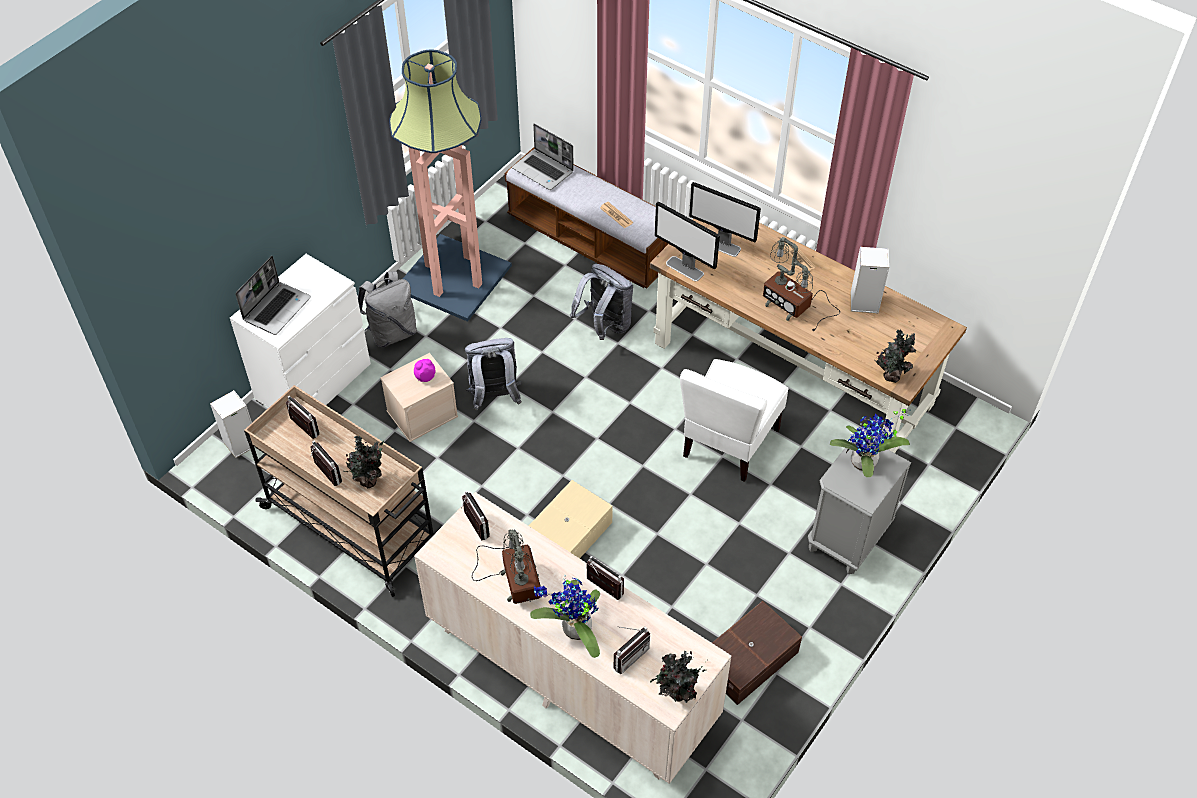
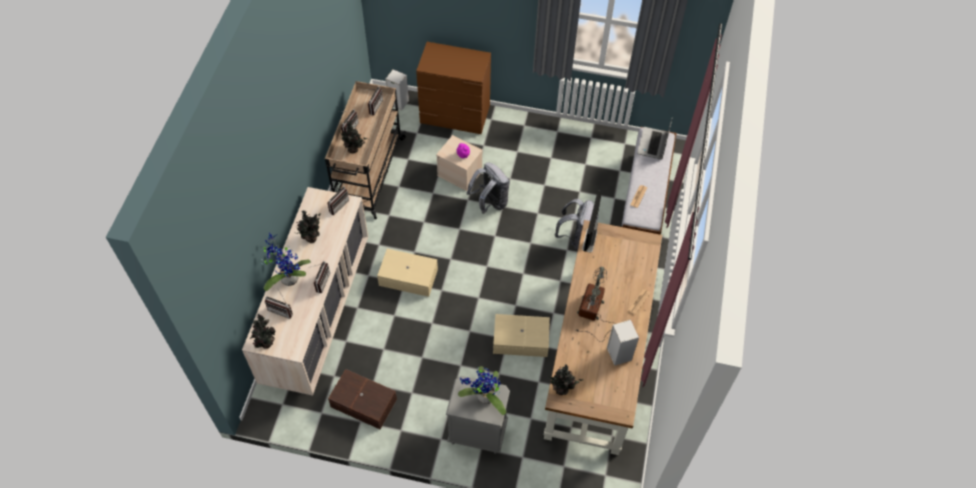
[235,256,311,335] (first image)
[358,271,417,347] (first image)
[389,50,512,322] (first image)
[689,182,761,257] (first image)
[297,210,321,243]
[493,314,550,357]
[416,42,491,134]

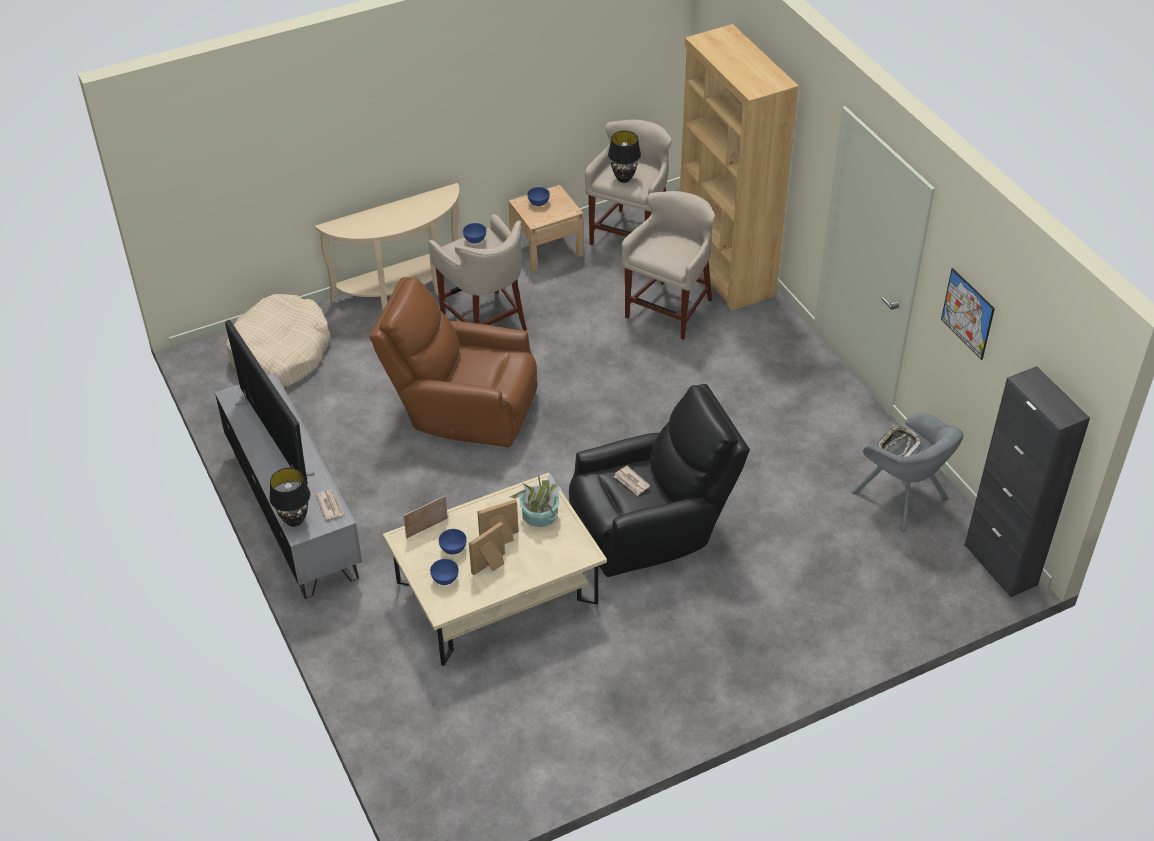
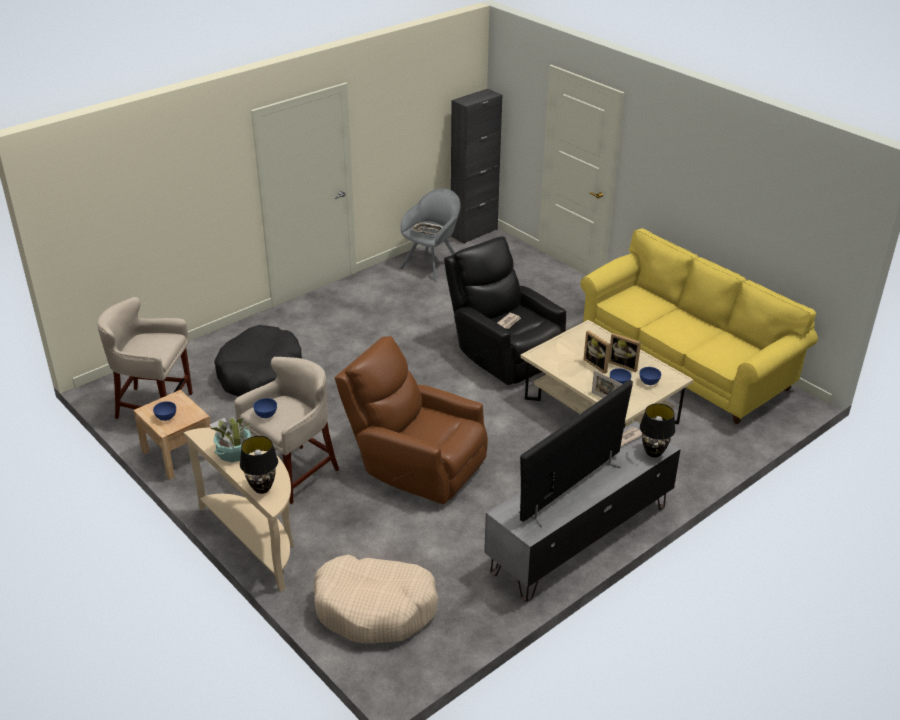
[680,24,799,311] (first image)
[941,268,995,360] (first image)
[580,228,818,424]
[210,417,251,462]
[240,436,278,494]
[214,325,303,397]
[335,336,488,504]

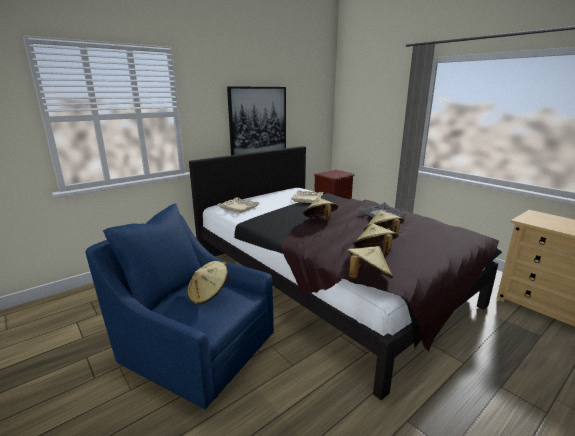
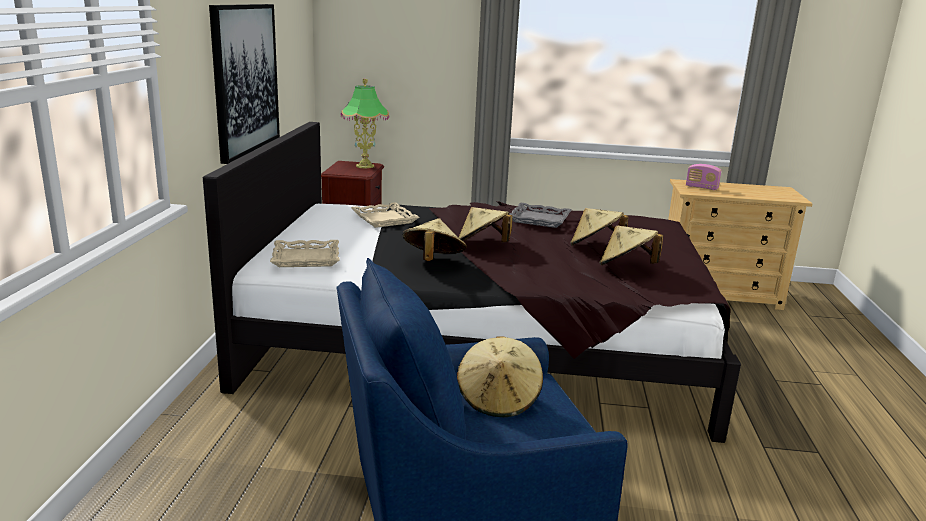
[341,79,389,169]
[686,164,722,190]
[402,218,467,261]

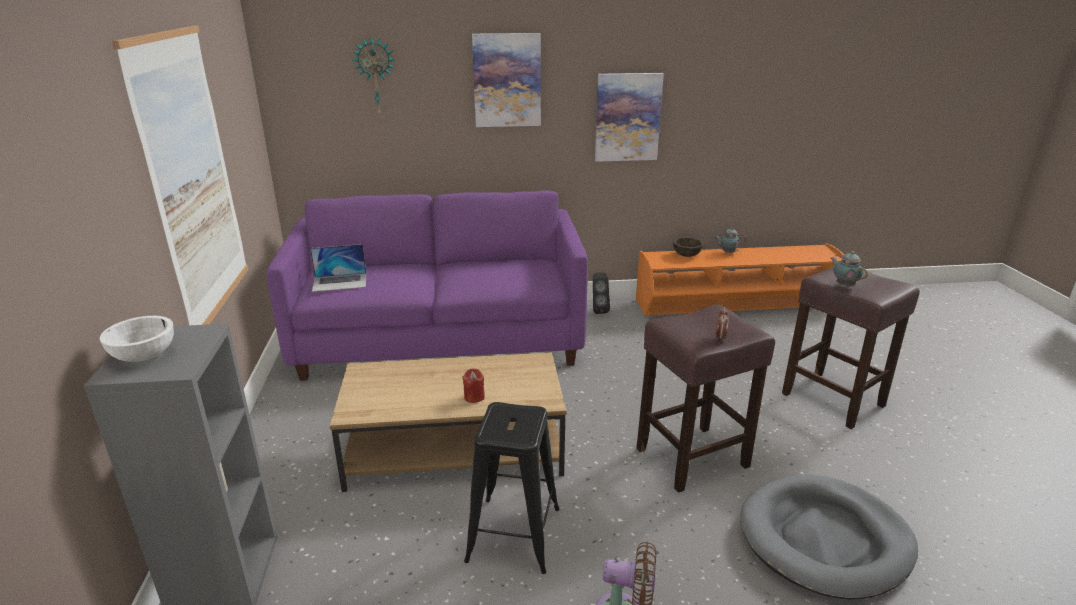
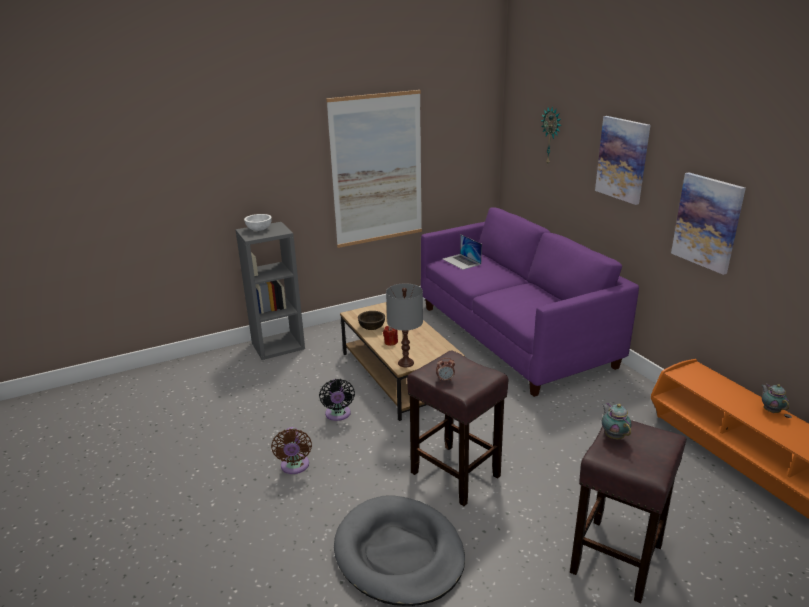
[593,272,610,314] (first image)
[386,283,423,367]
[358,311,385,330]
[319,379,355,421]
[602,403,631,439]

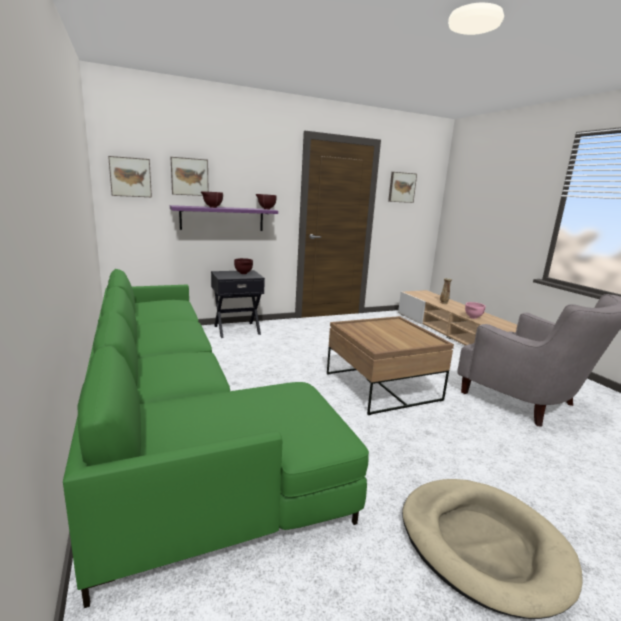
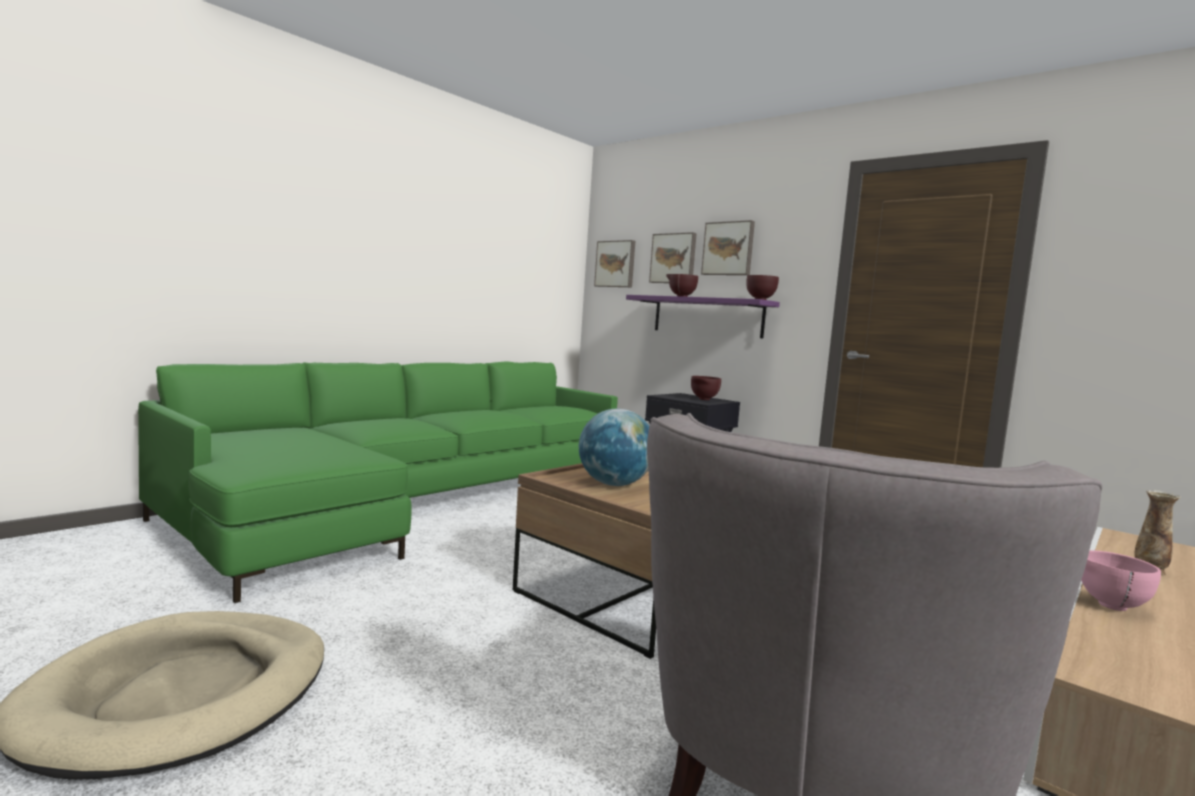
[579,409,649,486]
[701,220,755,275]

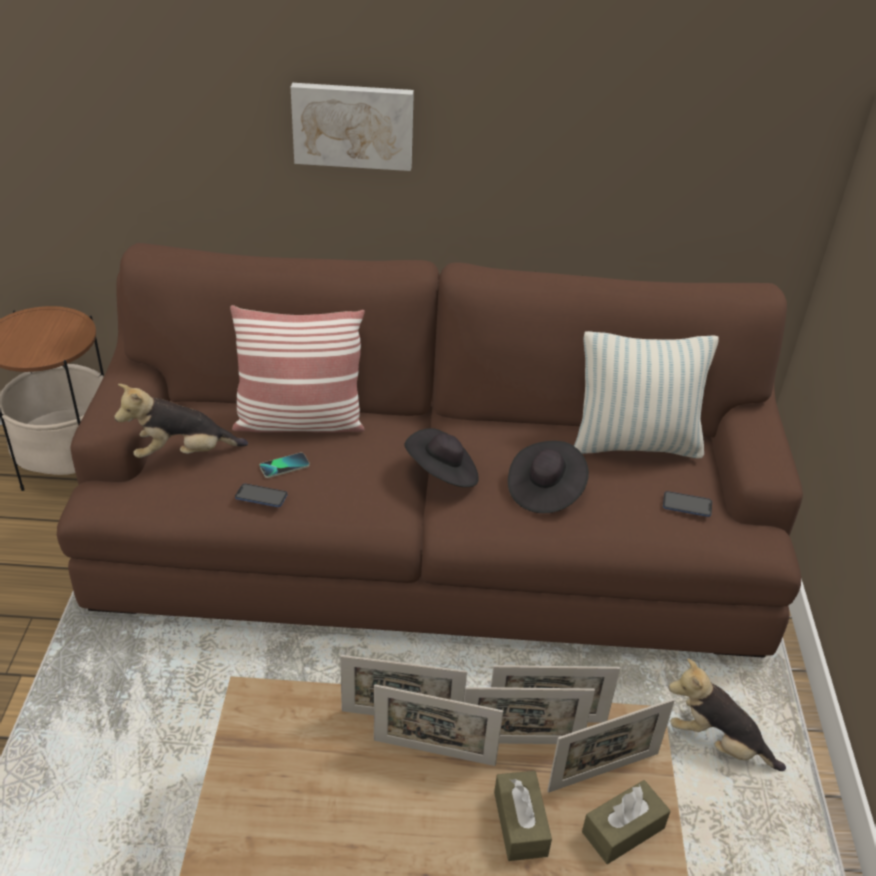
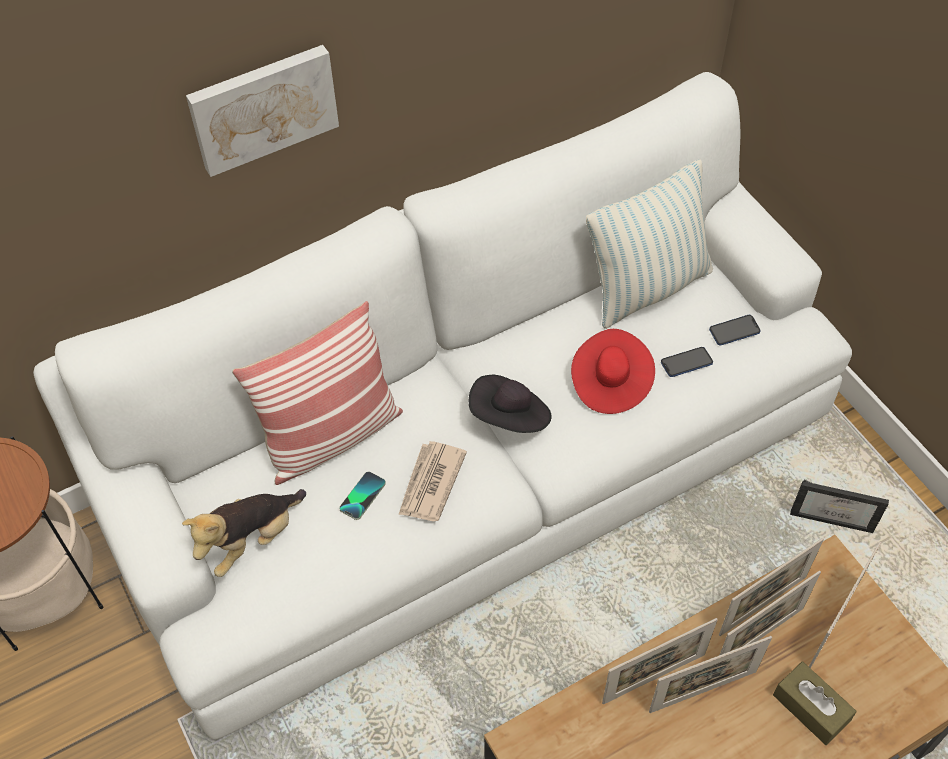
[582,780,671,864] (first image)
[398,441,467,521]
[661,347,713,377]
[790,480,889,533]
[33,72,852,740]
[571,329,655,414]

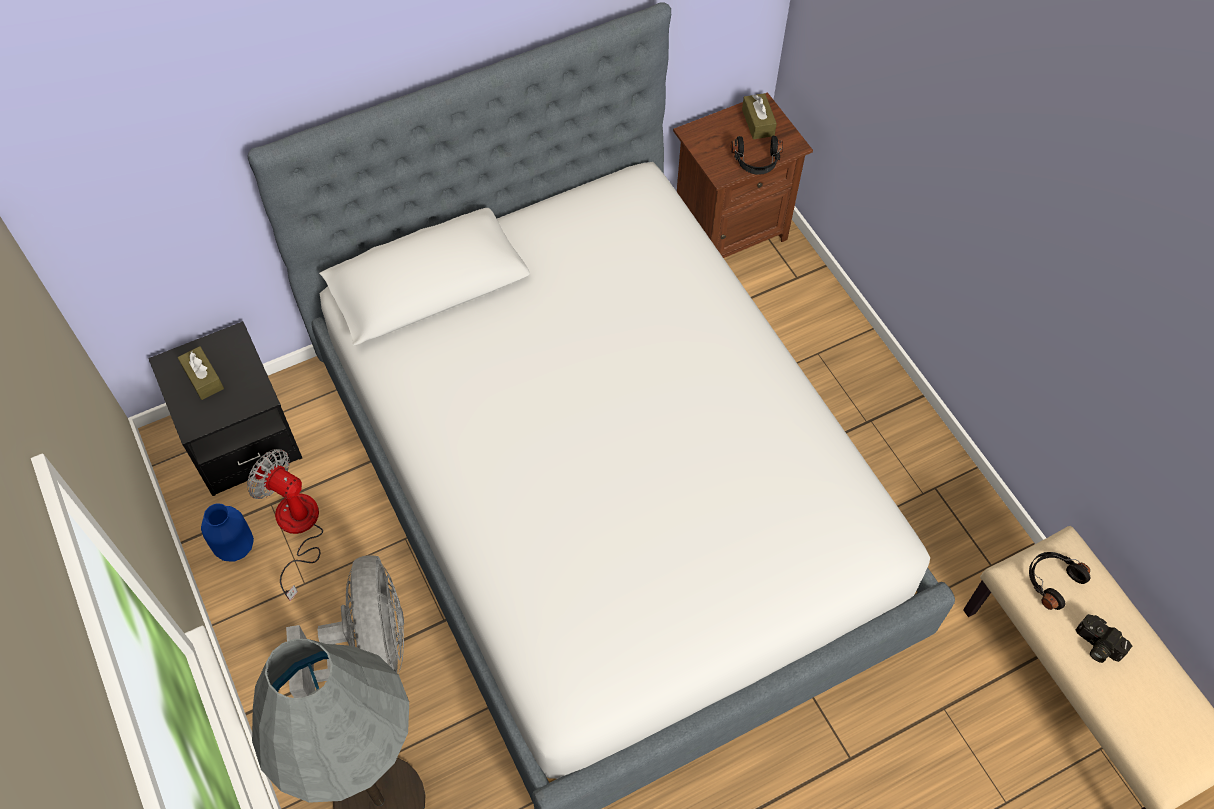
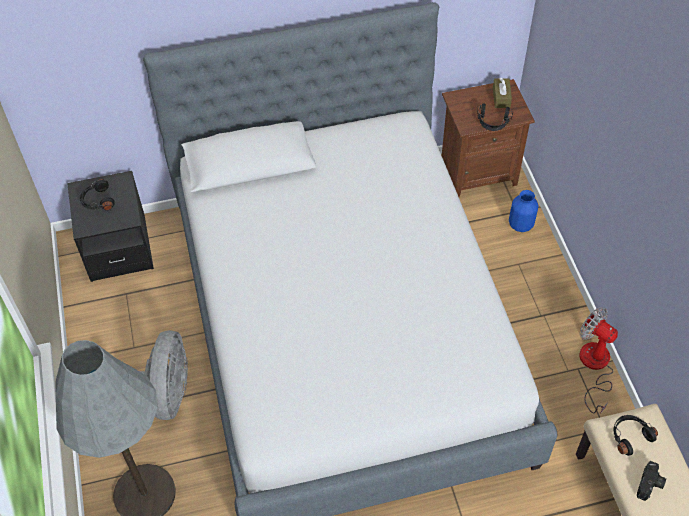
[509,190,539,232]
[579,307,618,413]
[80,179,114,210]
[637,461,666,501]

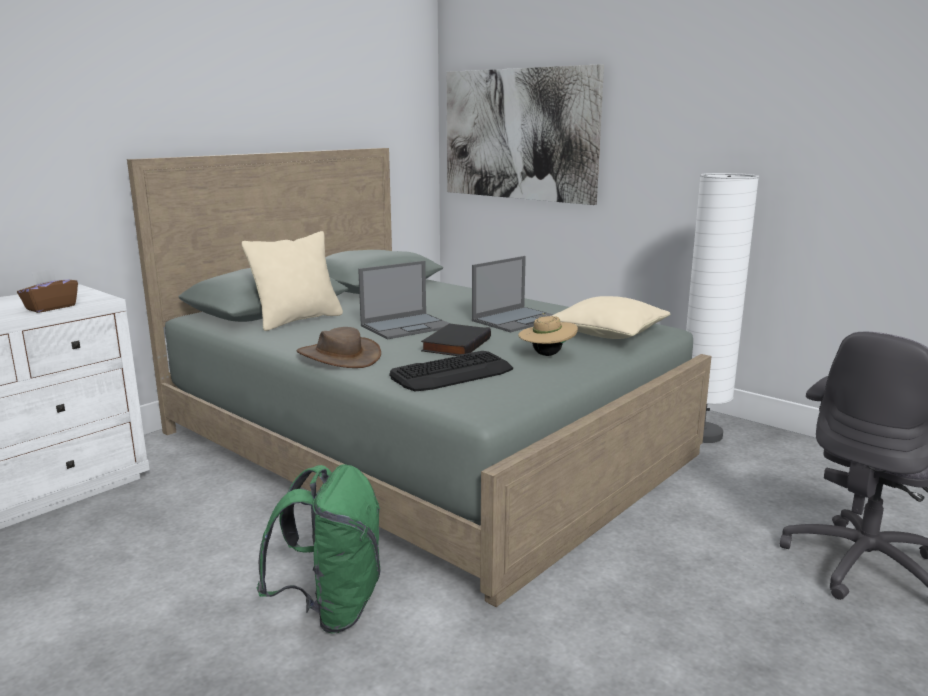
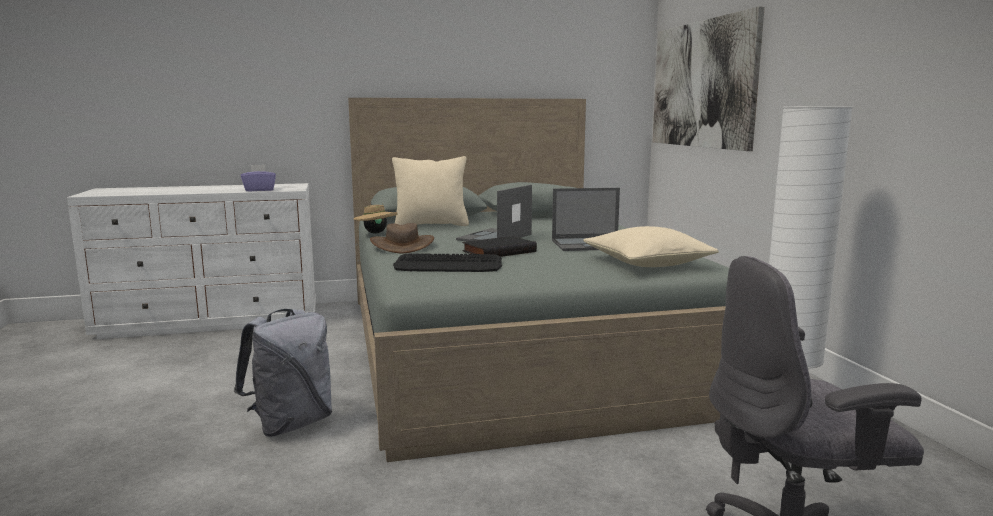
[354,203,397,233]
[241,165,276,191]
[234,309,332,437]
[456,185,532,241]

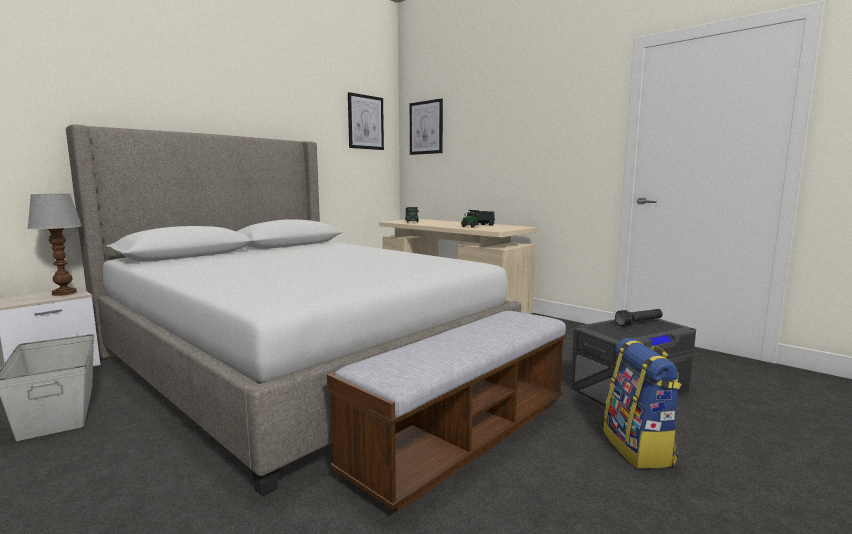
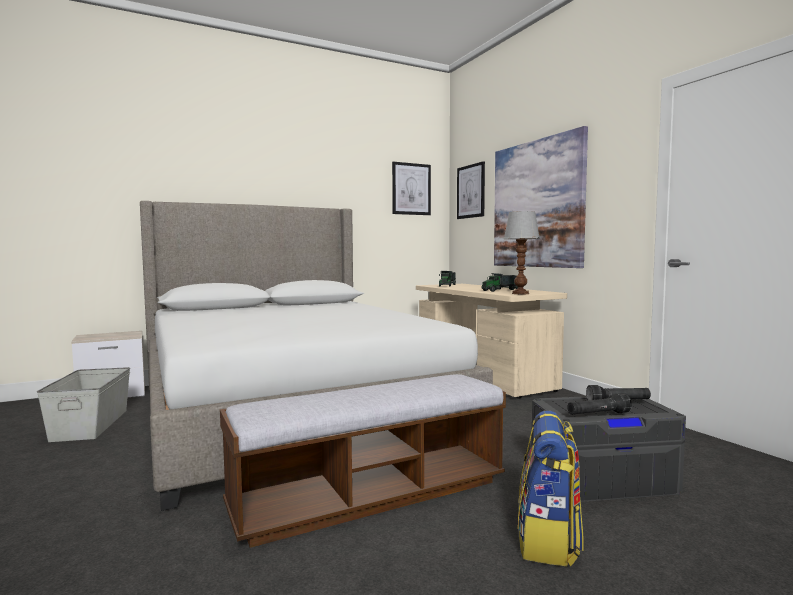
[494,126,588,268]
[567,393,632,415]
[504,211,540,294]

